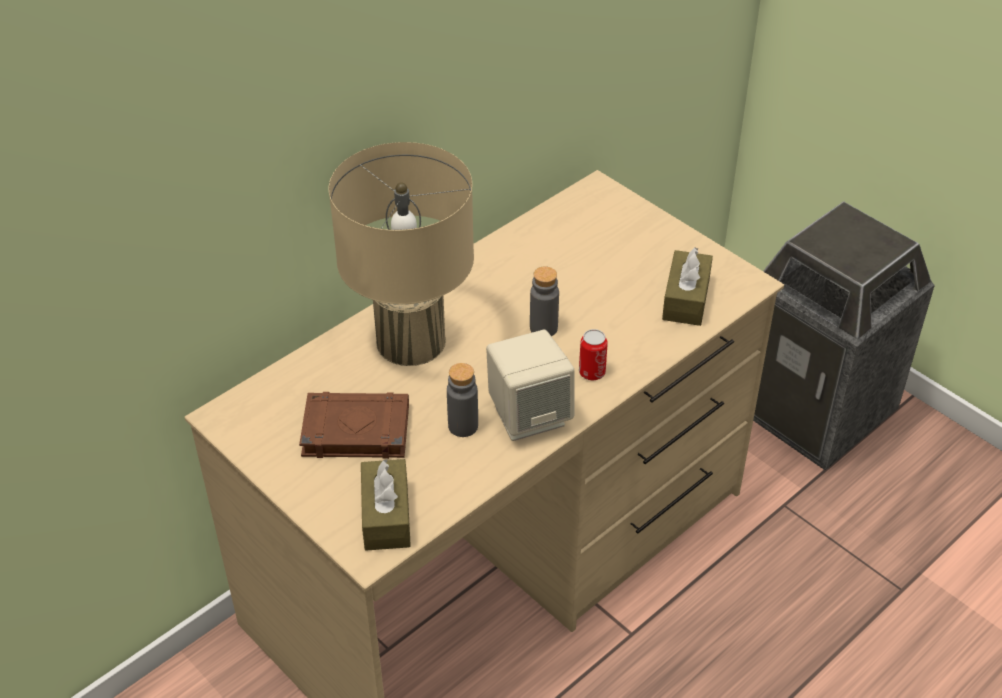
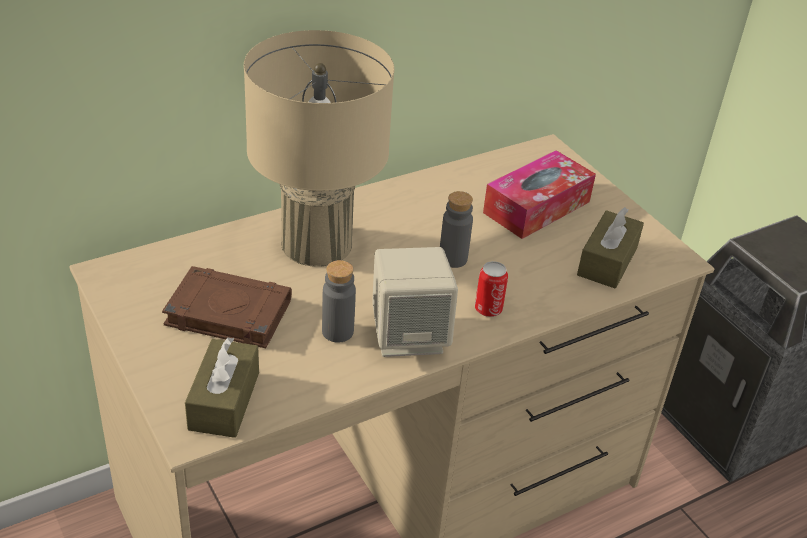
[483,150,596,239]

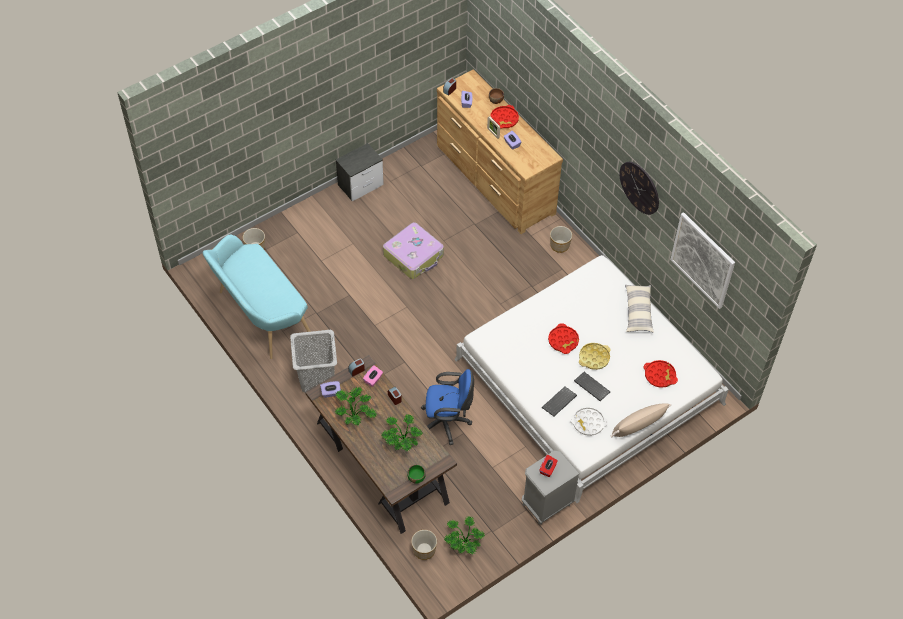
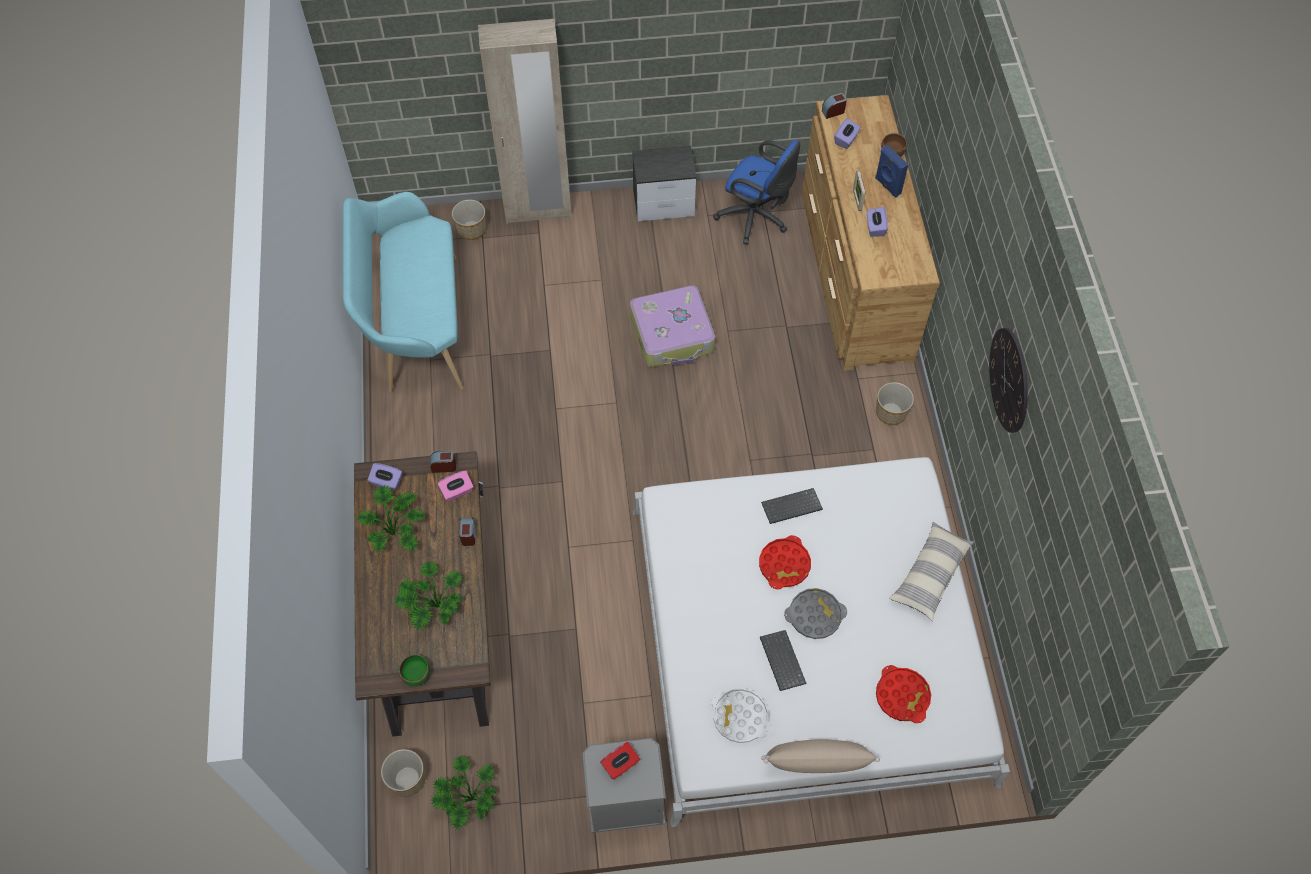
[290,330,337,393] (first image)
[670,212,735,309] (first image)
[478,19,572,224]
[713,140,800,245]
[761,488,823,524]
[875,145,909,197]
[784,588,847,639]

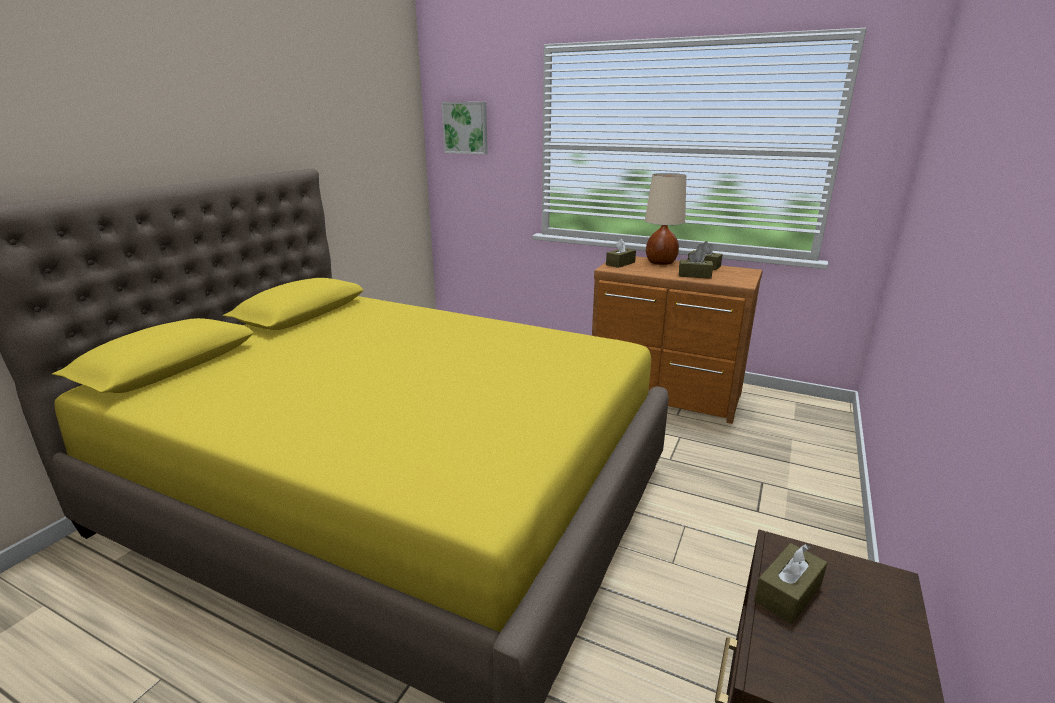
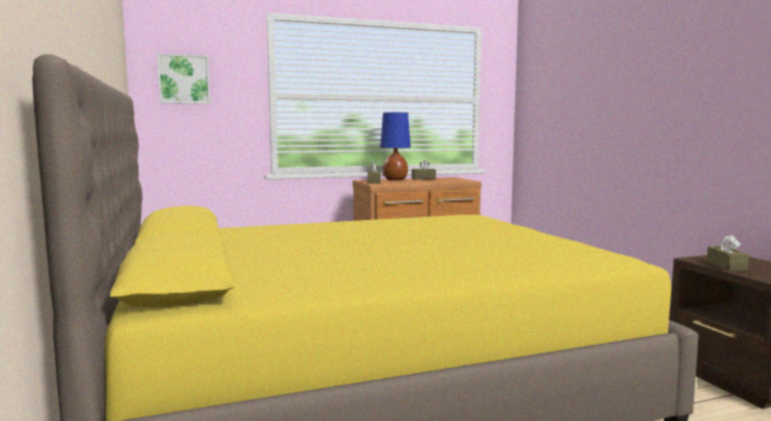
[679,249,713,279] (first image)
[380,112,411,180]

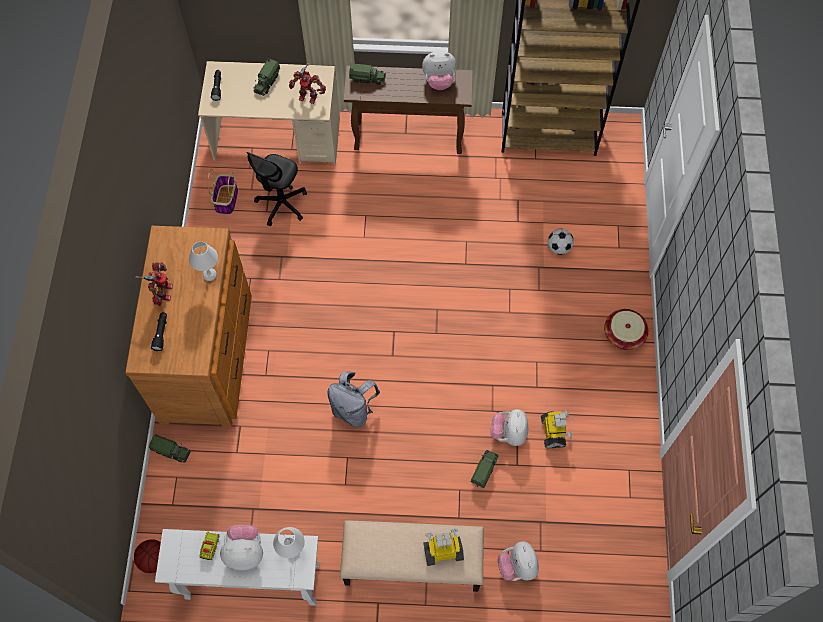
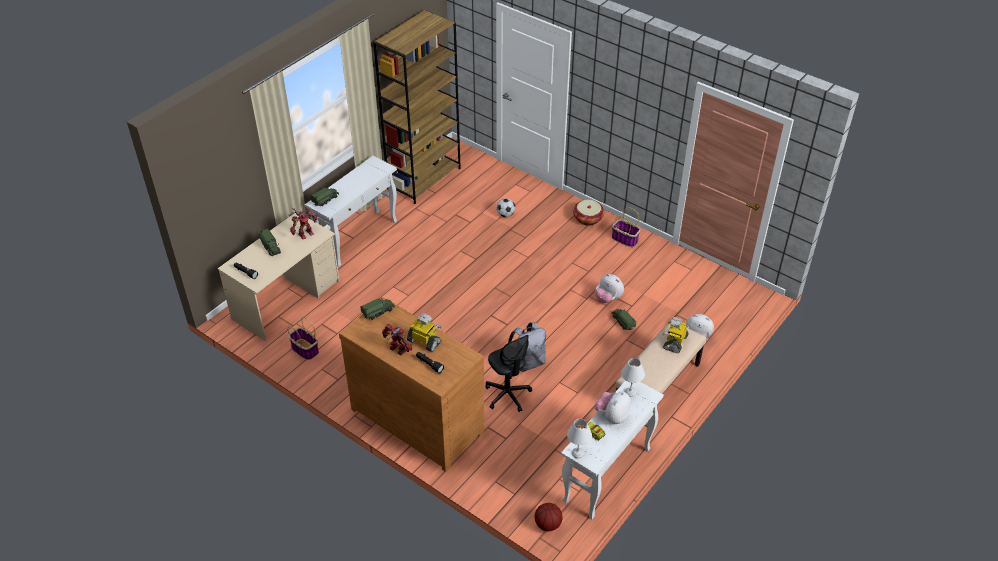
[422,51,456,90] (first image)
[612,207,641,247]
[360,298,395,320]
[567,419,592,458]
[485,335,532,412]
[407,313,442,352]
[305,156,397,267]

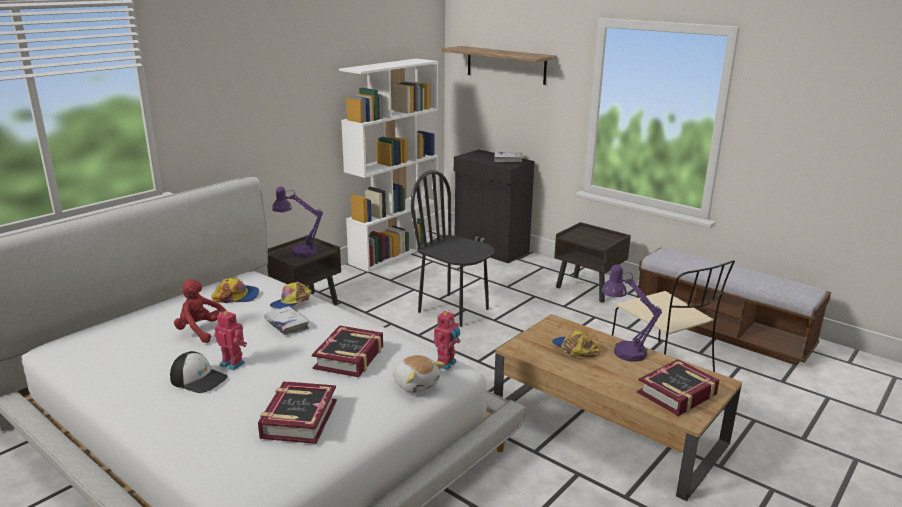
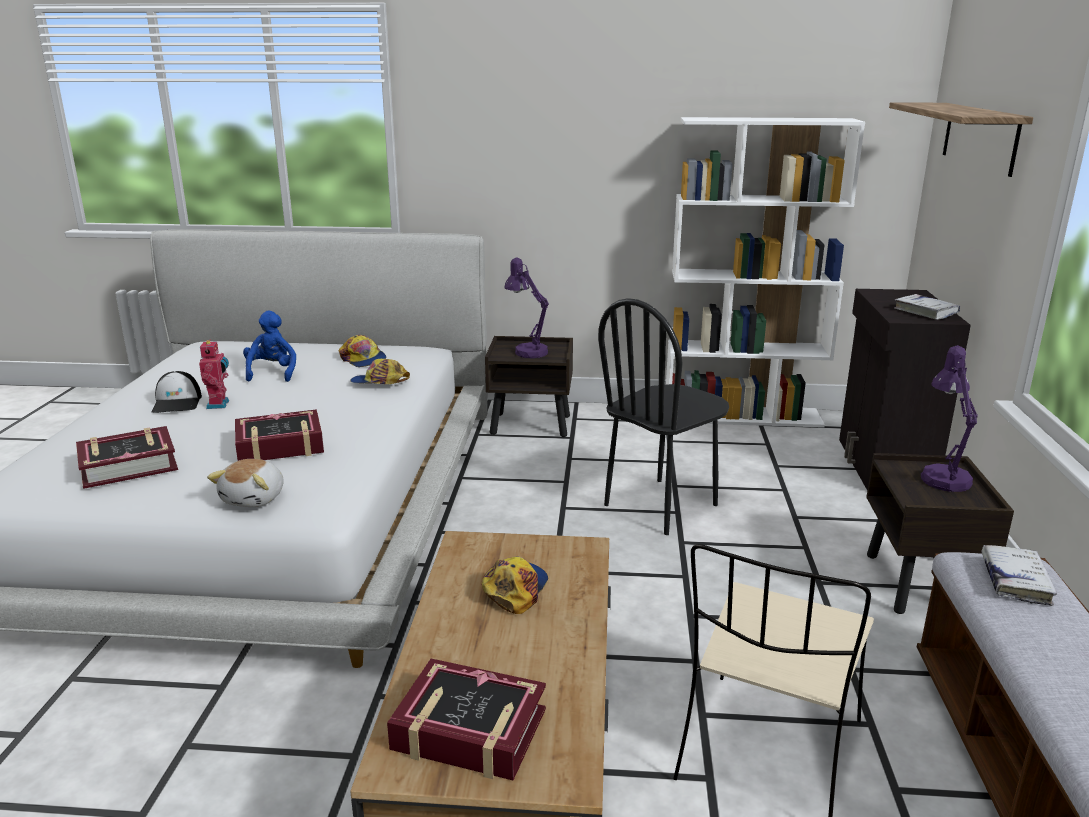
[434,310,460,370] (first image)
[981,545,1057,606]
[921,345,978,492]
[243,311,296,382]
[598,298,729,535]

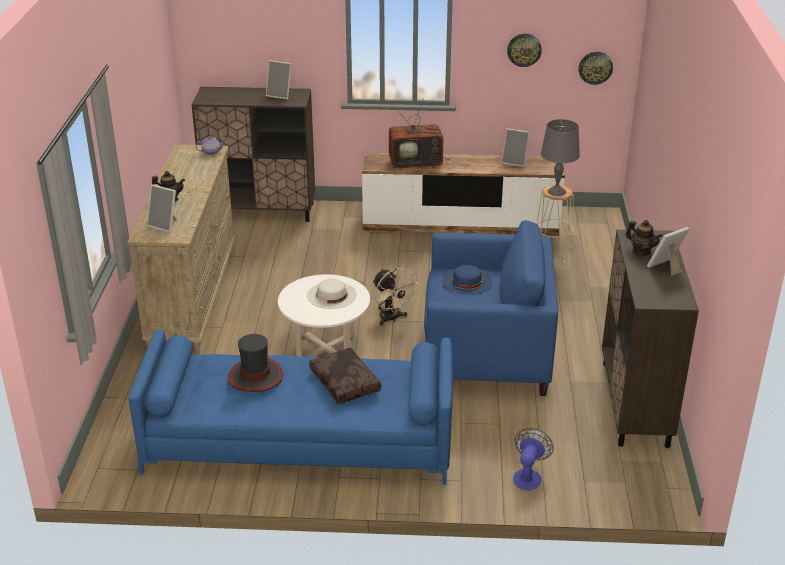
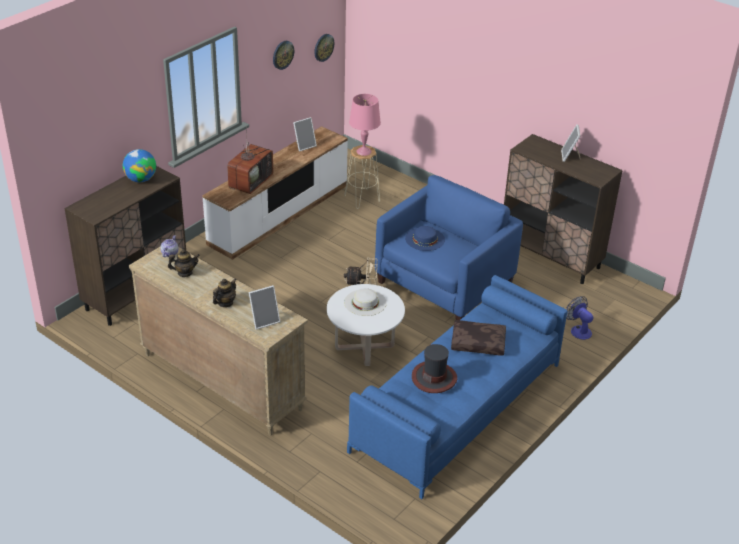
[168,249,200,277]
[123,149,156,182]
[349,94,381,156]

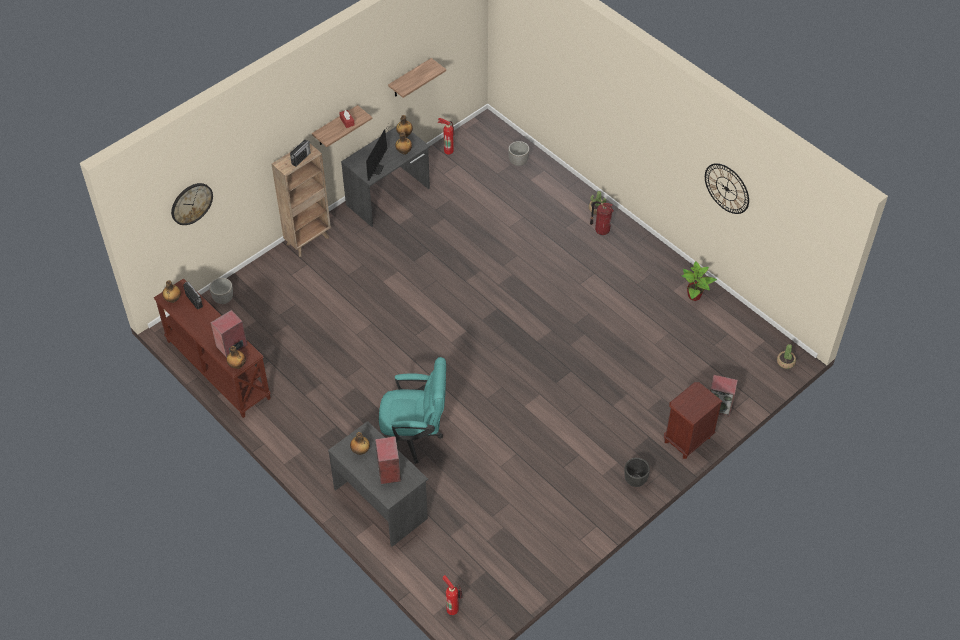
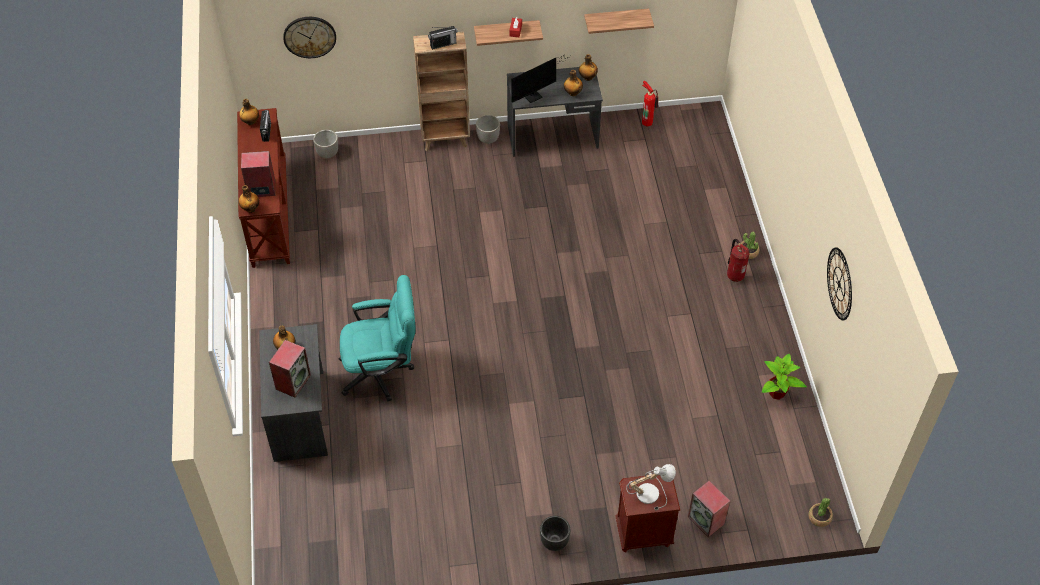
[443,575,463,615] (first image)
[626,464,676,511]
[476,115,500,144]
[339,275,416,401]

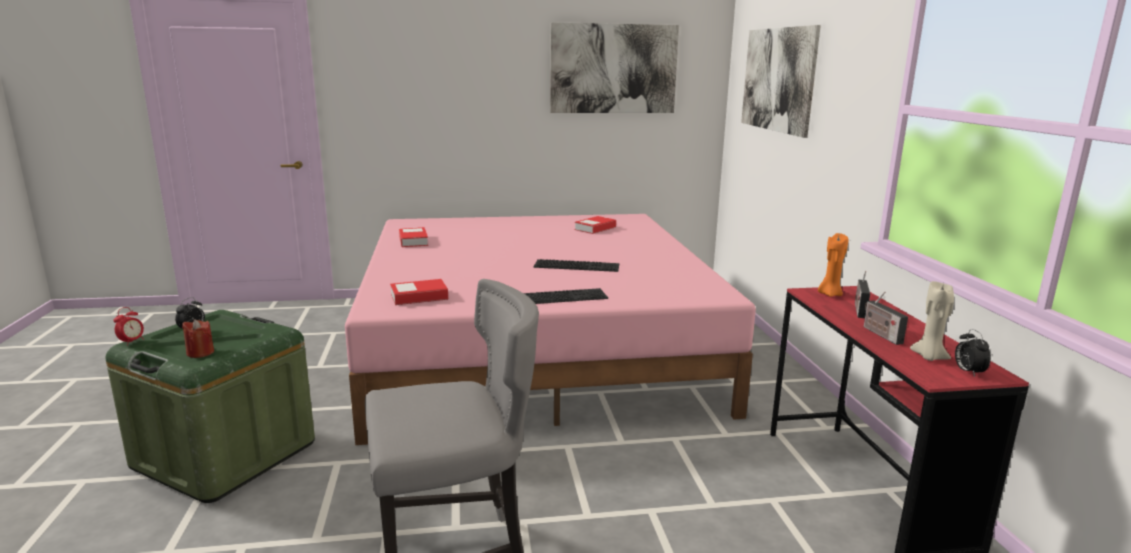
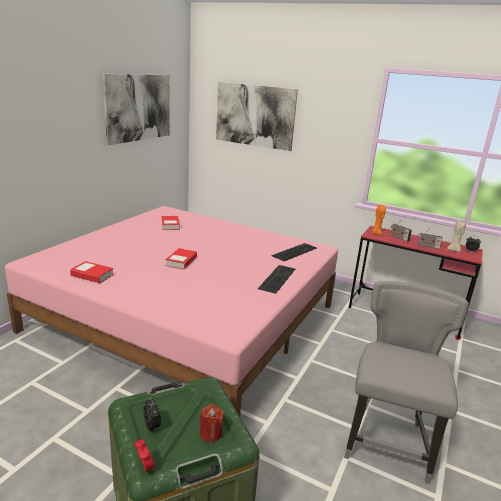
[165,248,197,269]
[272,243,317,261]

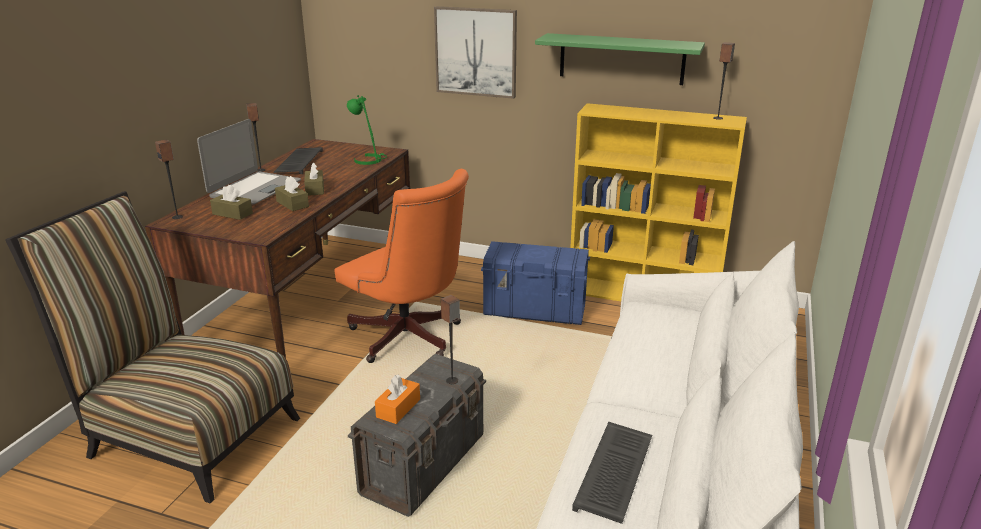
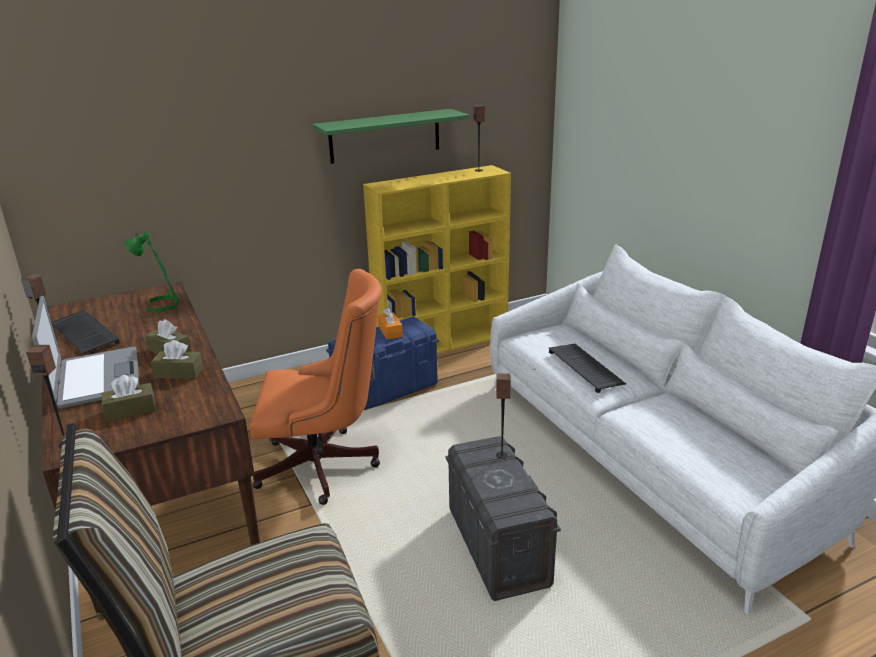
[434,6,517,99] (first image)
[378,308,403,340]
[548,344,626,393]

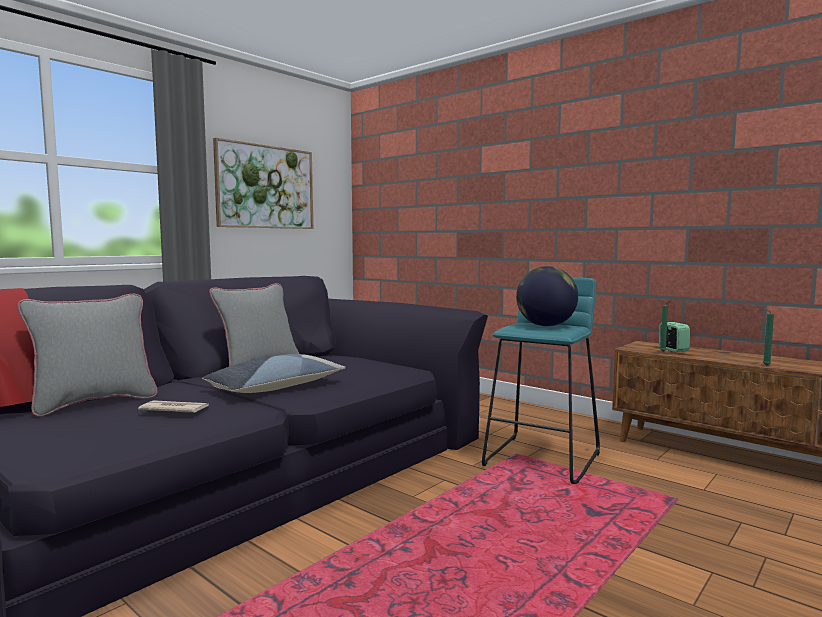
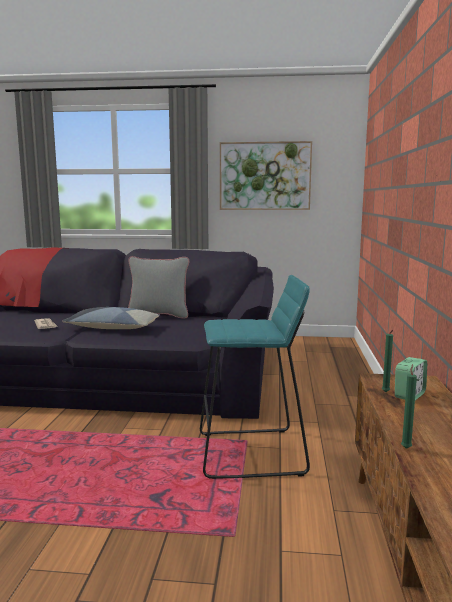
[18,293,158,417] (first image)
[516,266,578,327] (first image)

